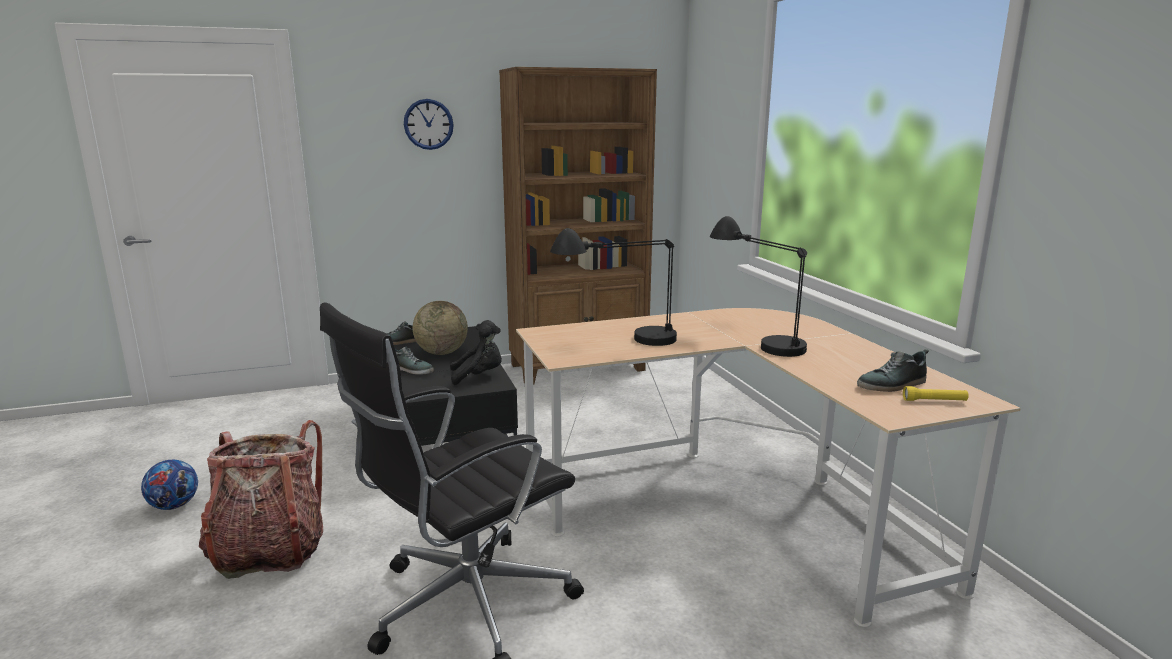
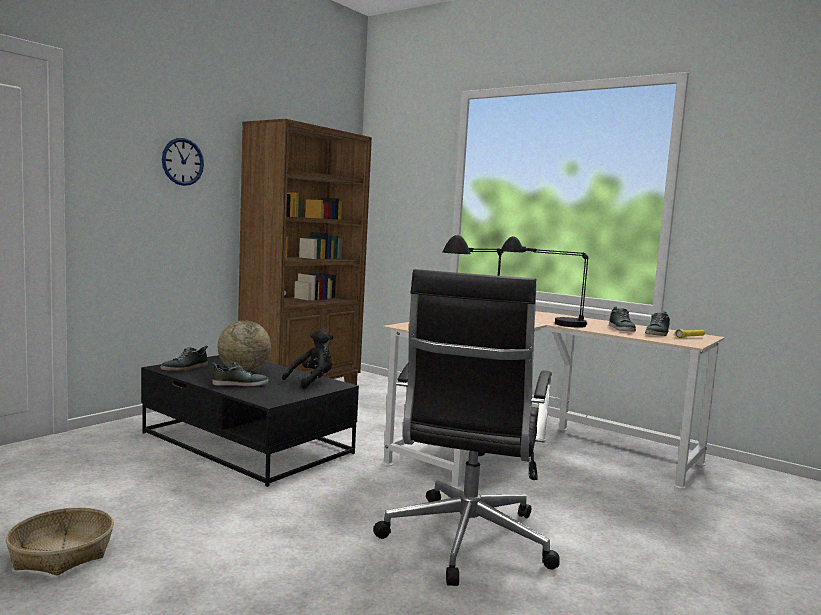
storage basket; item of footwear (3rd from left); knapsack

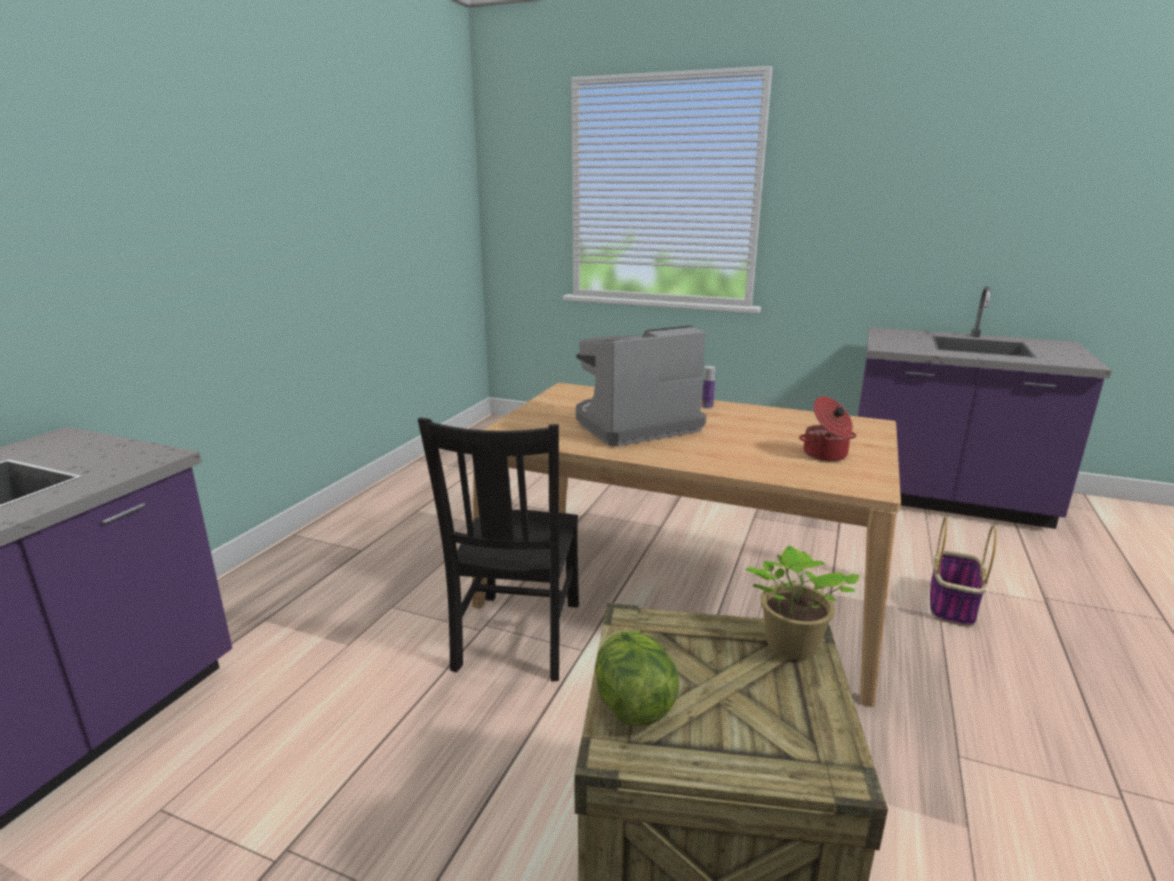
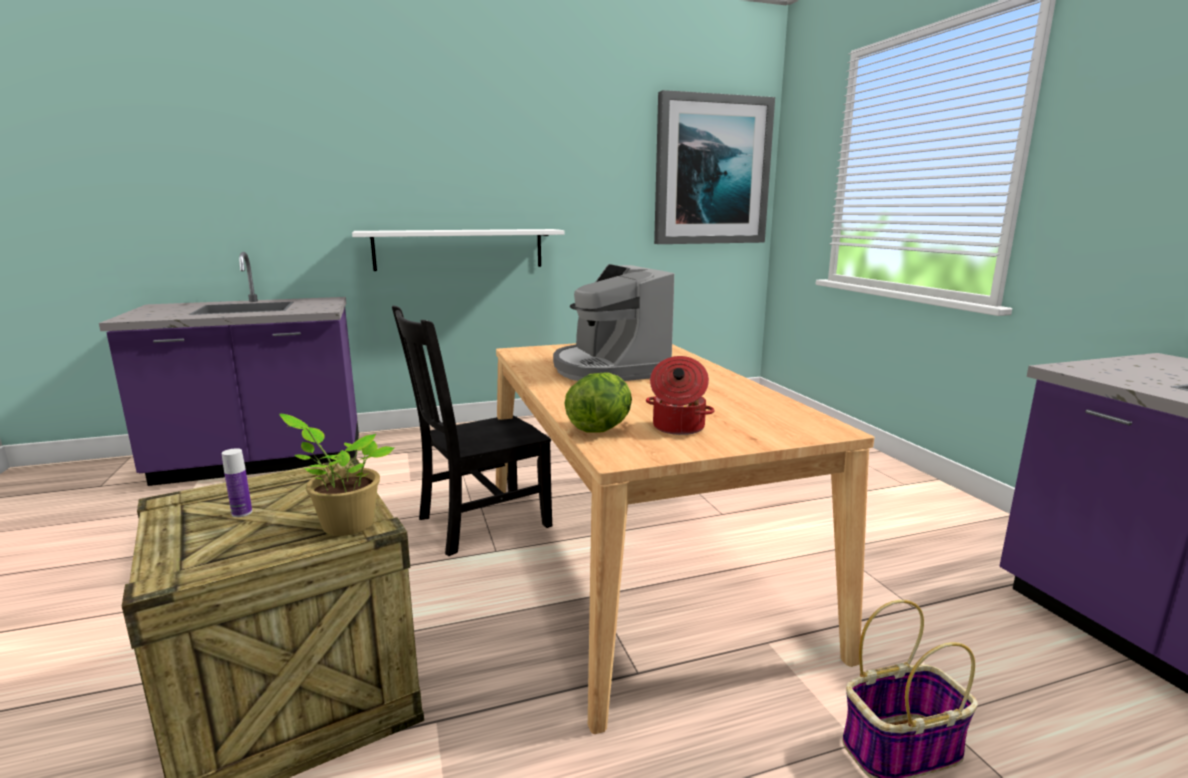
drink bottle; shelf/whitish; coffee brewer; head of lettuce; wall picture

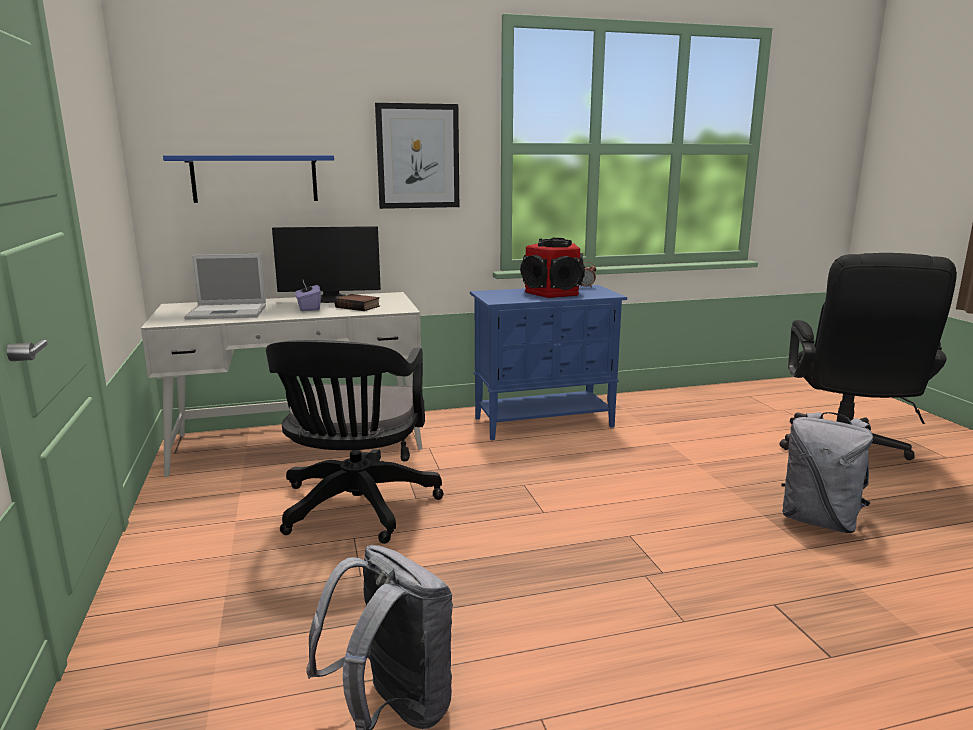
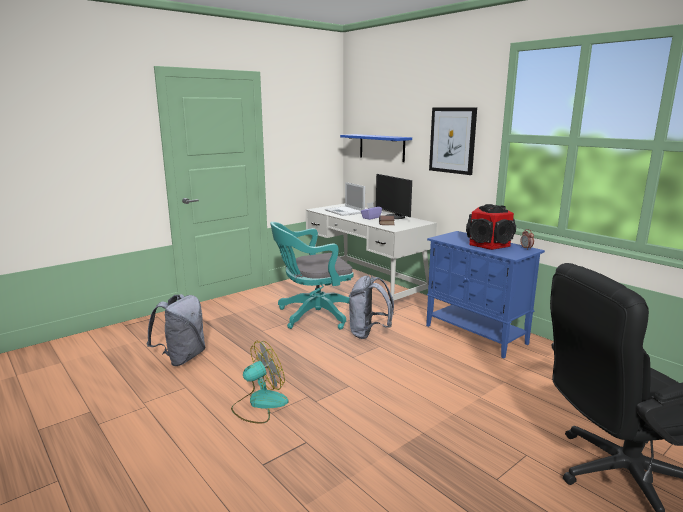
cooling fan; desk chair/turquoise; knapsack/grey (2nd from left)

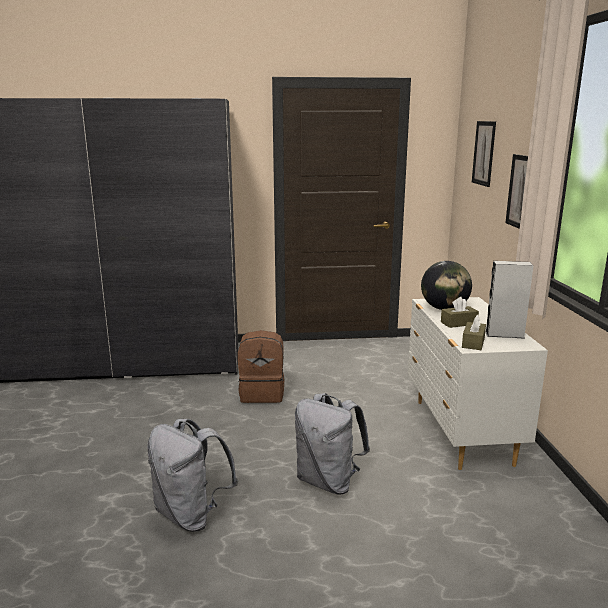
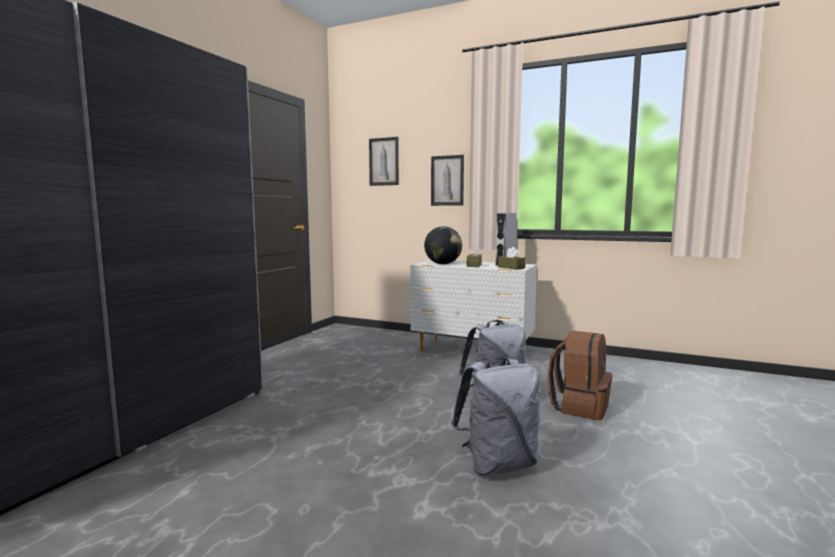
knapsack/brown-coloured

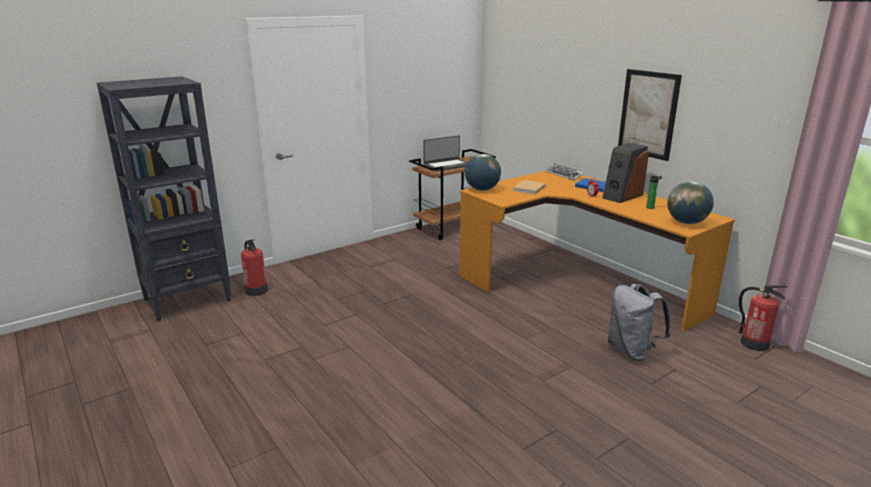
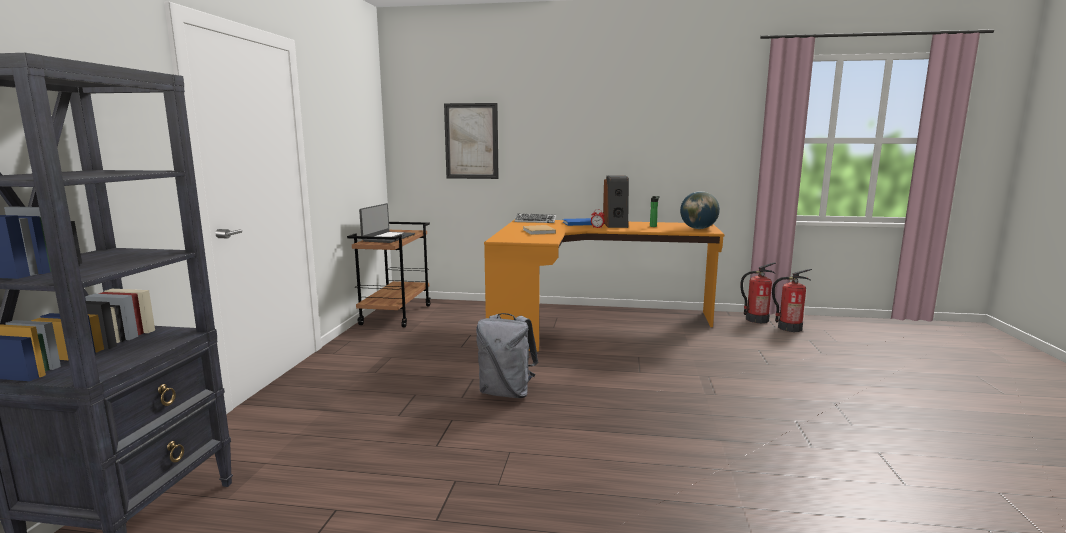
wall picture; knapsack/grey; extinguisher (2nd from left); world globe (1st from left in the first image)

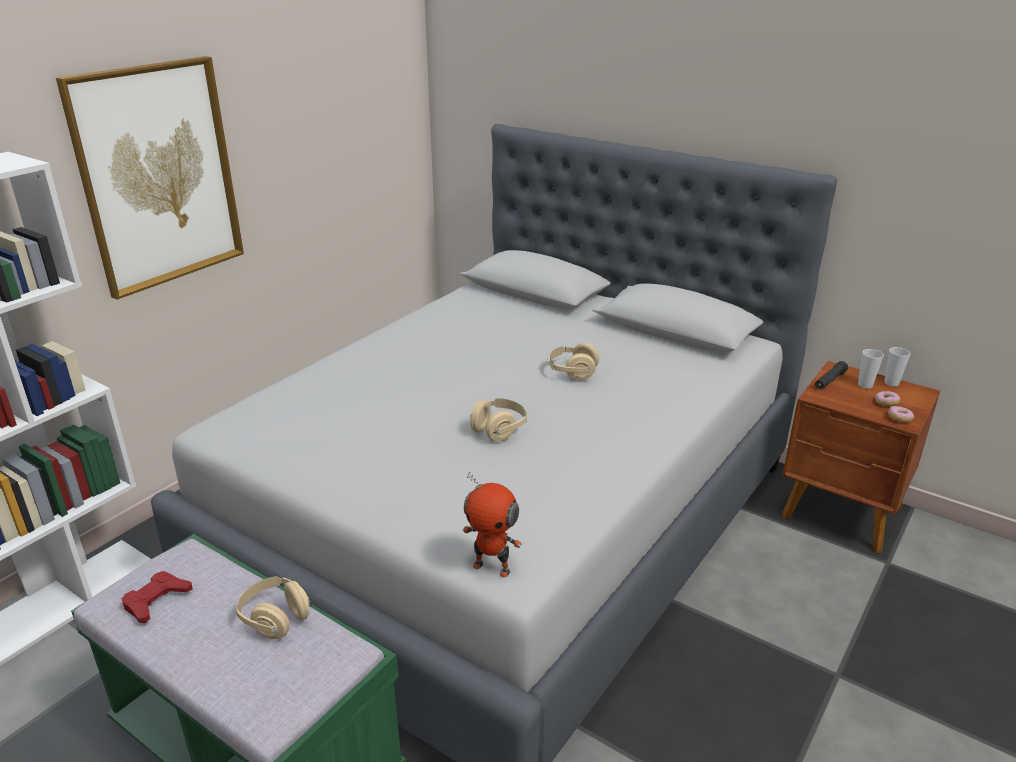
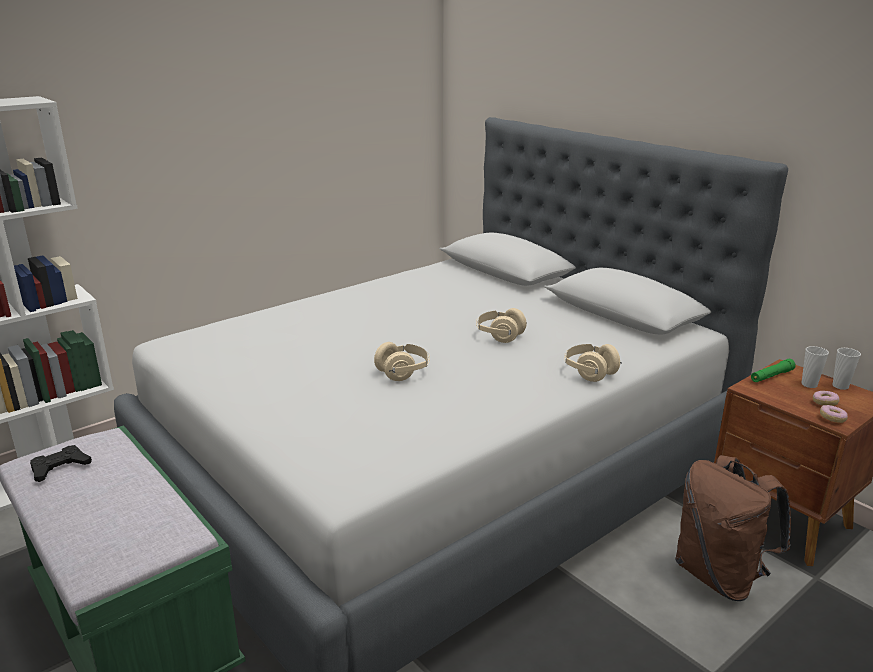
gamepad/black; headphones/sand-coloured (3rd from left); knapsack/brown-coloured; hand torch/greenish; wall picture; model robot

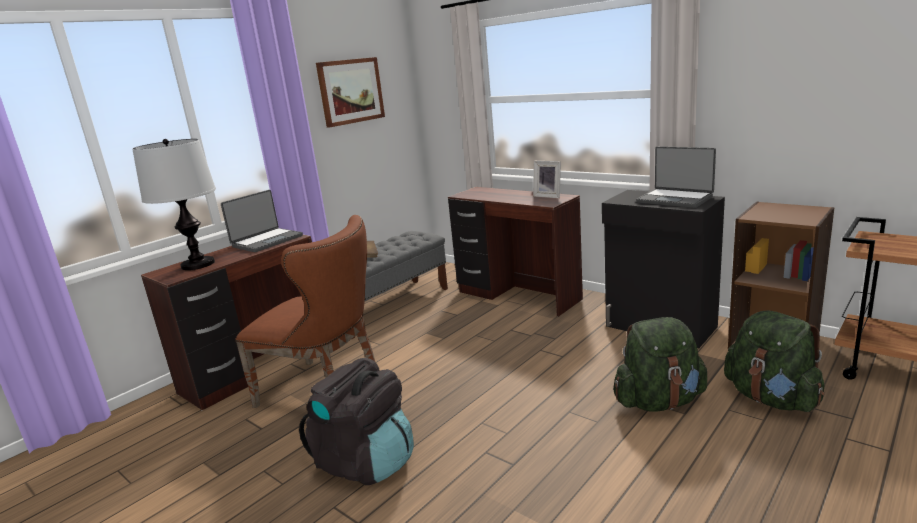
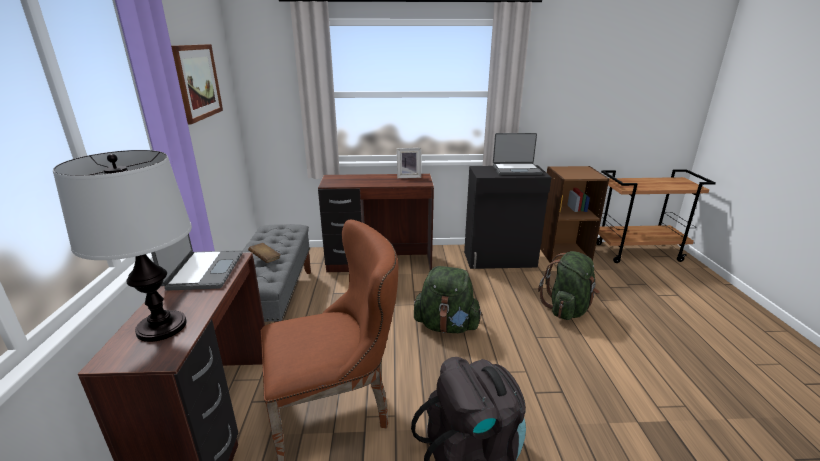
knapsack/greenish (1st from left)

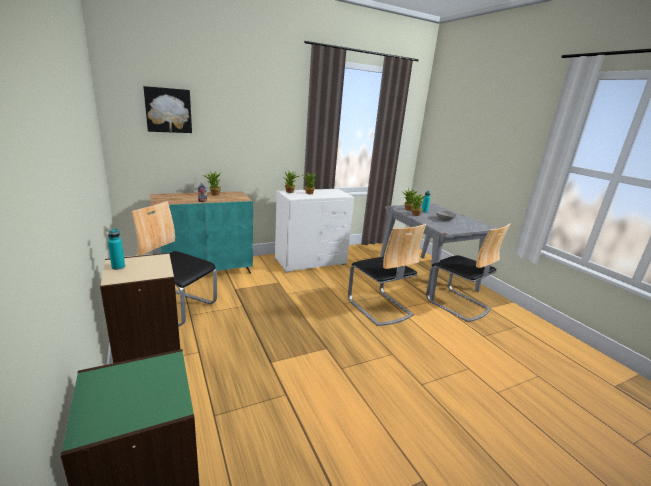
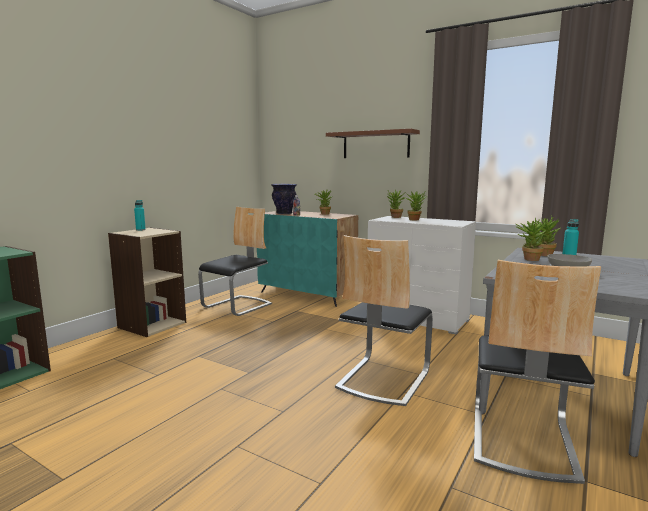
chair (1st from left); decorative vase; shelf/brown-coloured; wall picture

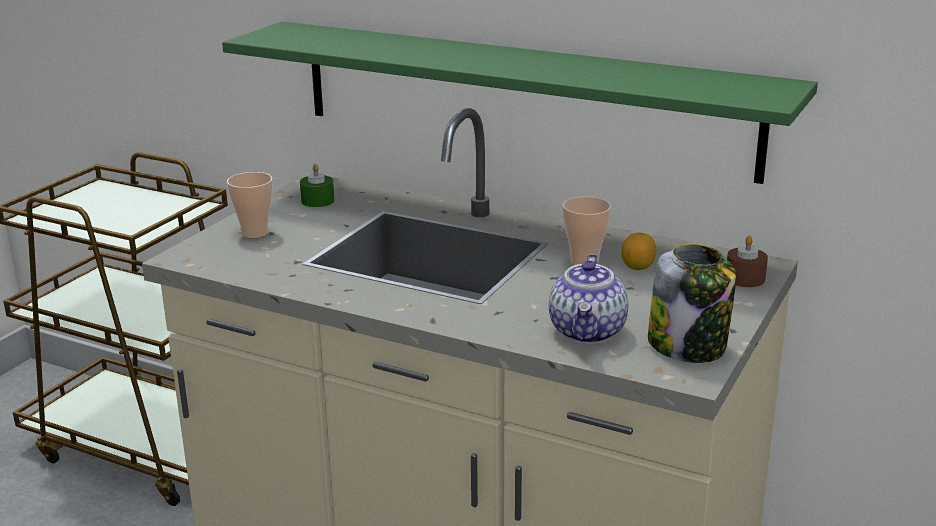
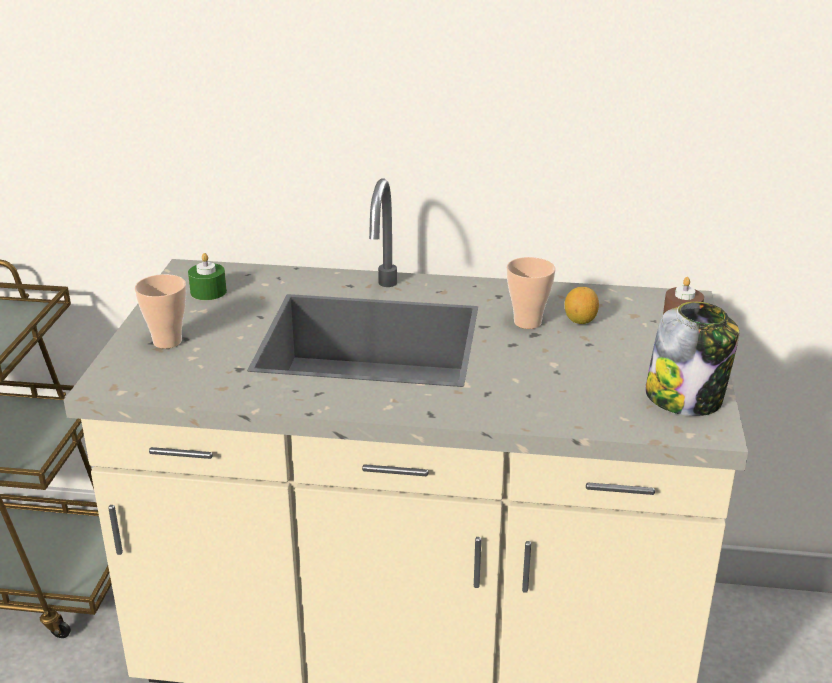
shelf/greenish; teapot

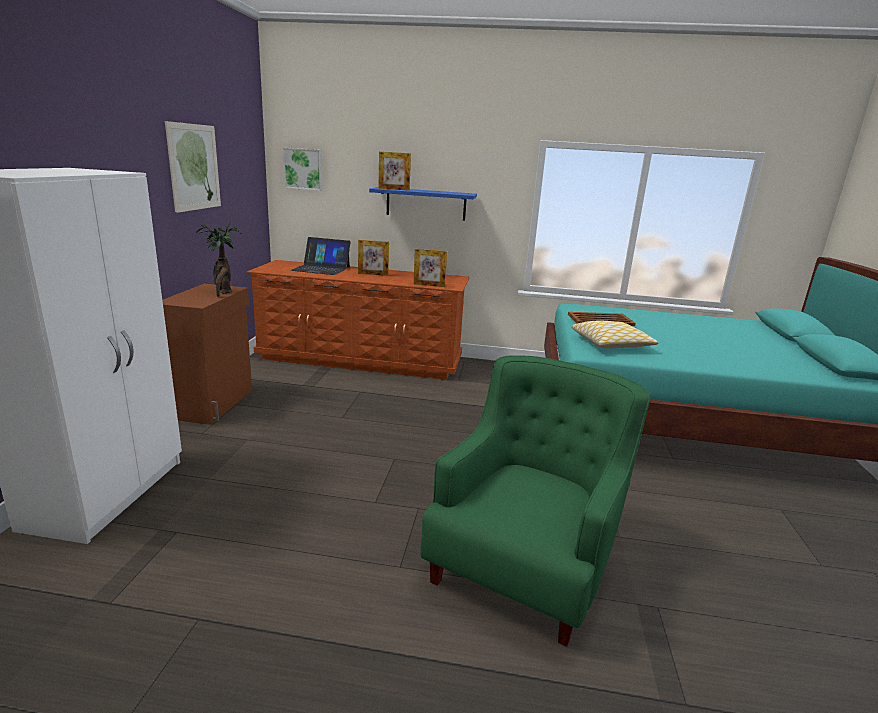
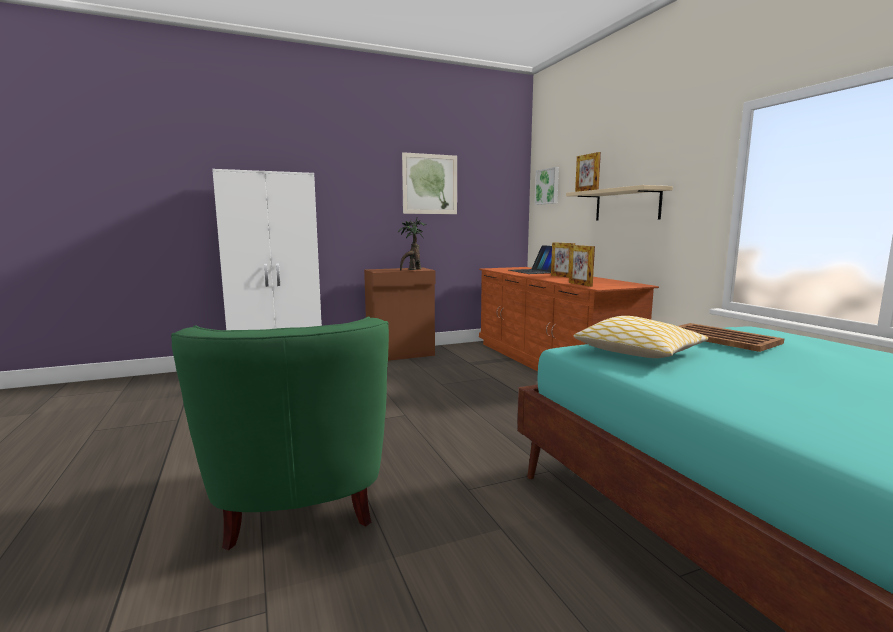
easy chair/greenish; shelf/sand-coloured

